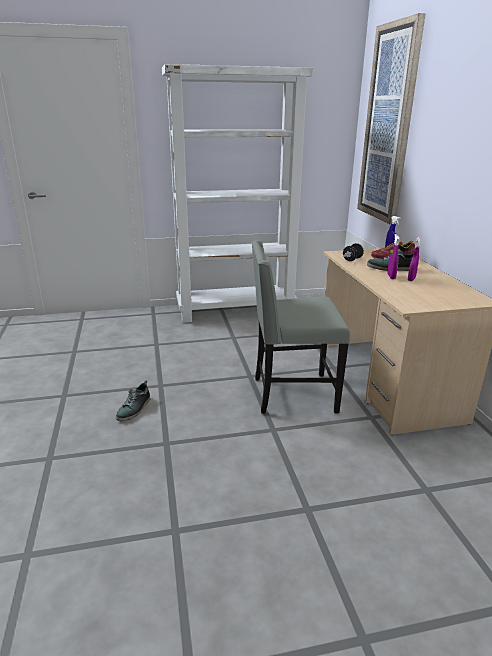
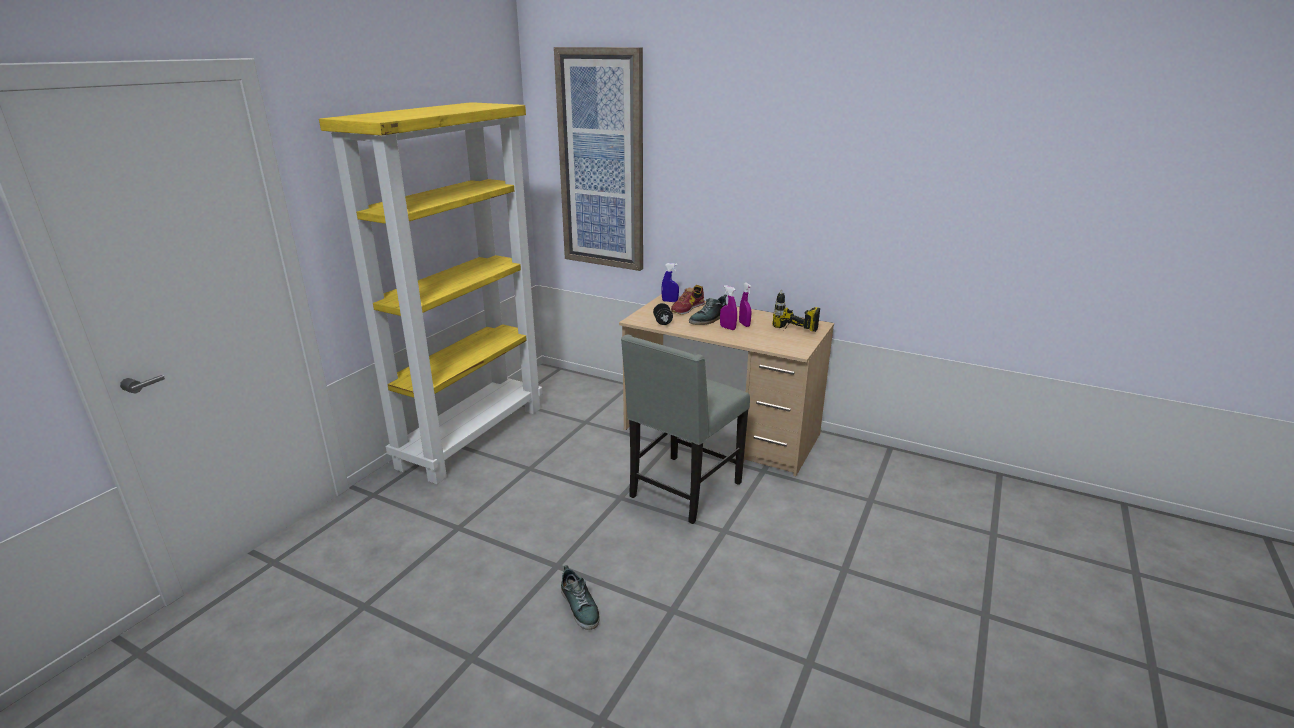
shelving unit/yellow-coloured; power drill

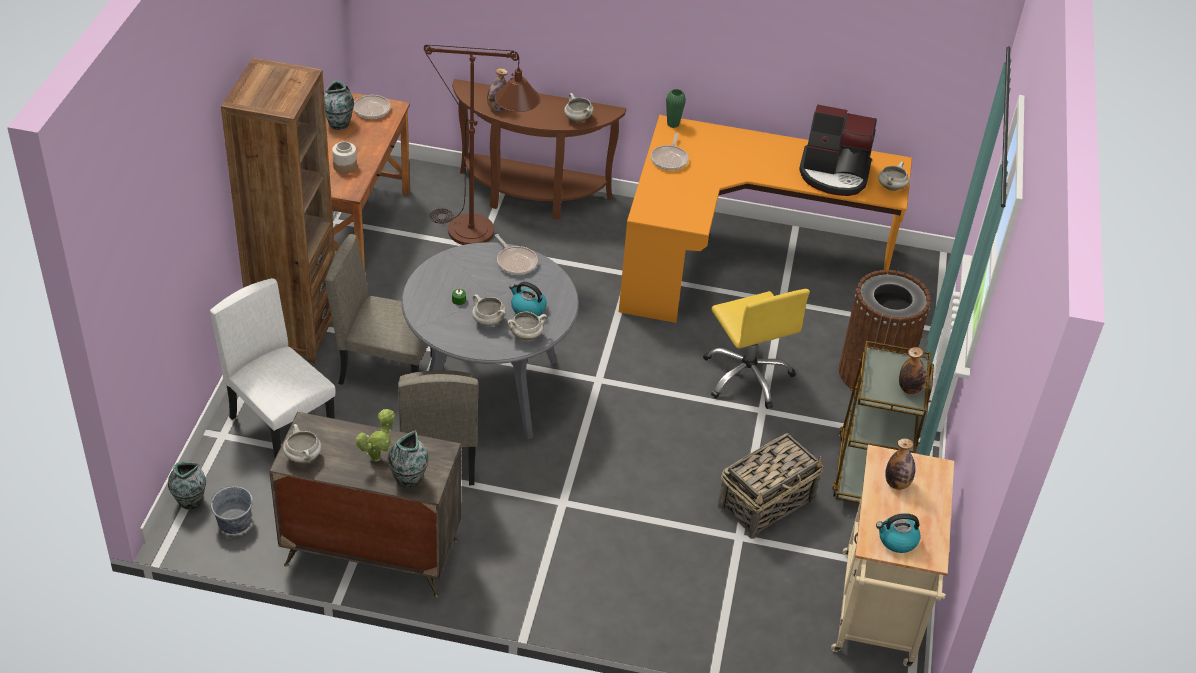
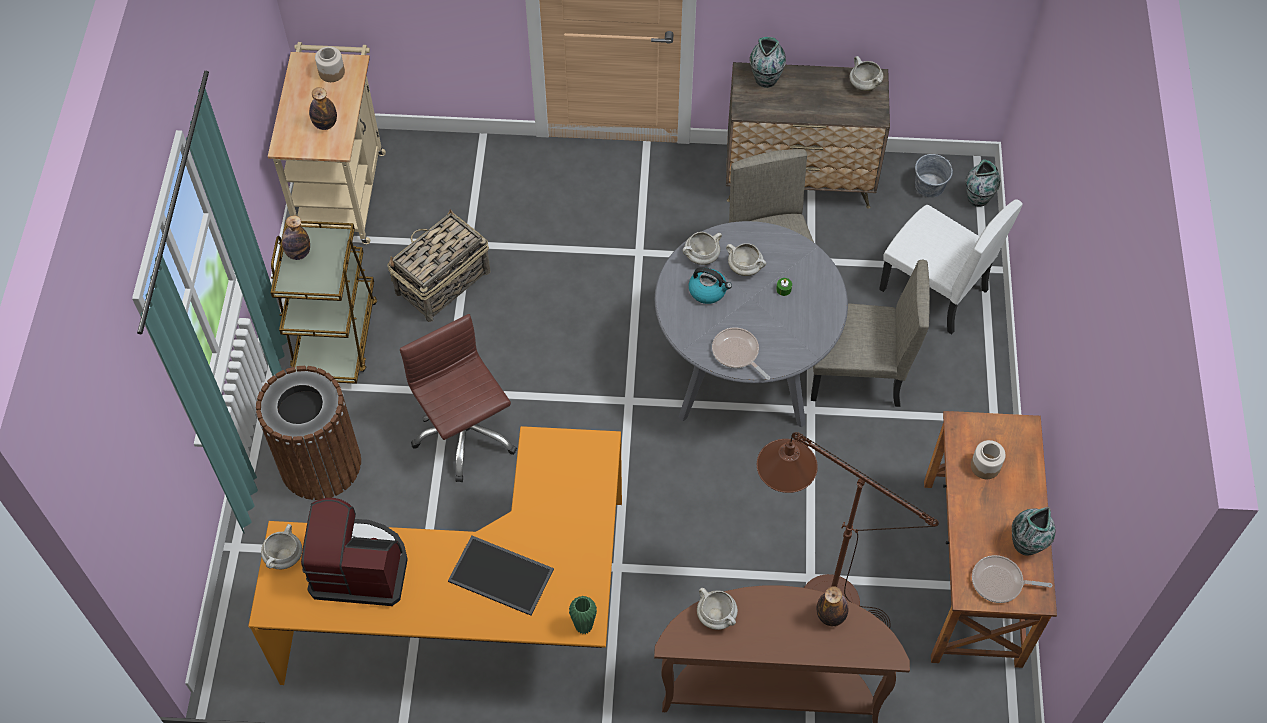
storage jar (1st from left); desk chair/brown-coloured; carrying tray; shelving unit/brown-coloured; potted plant; pan (3rd from left in the first image)

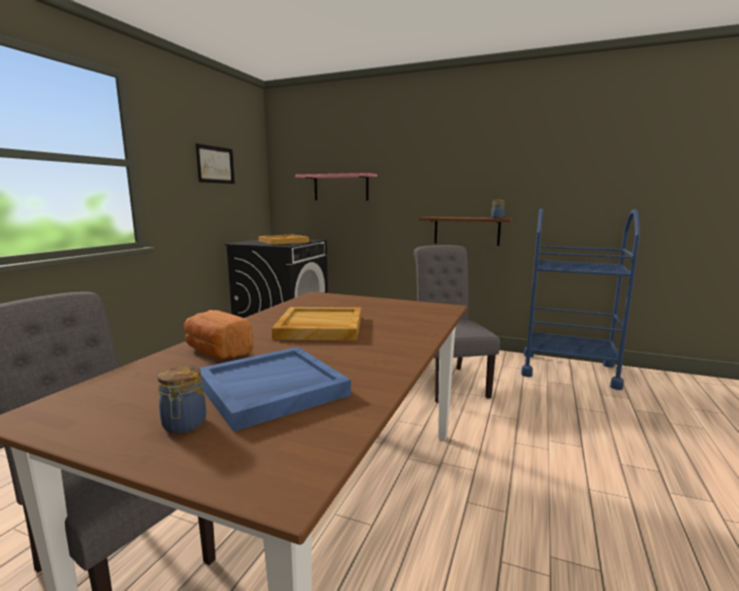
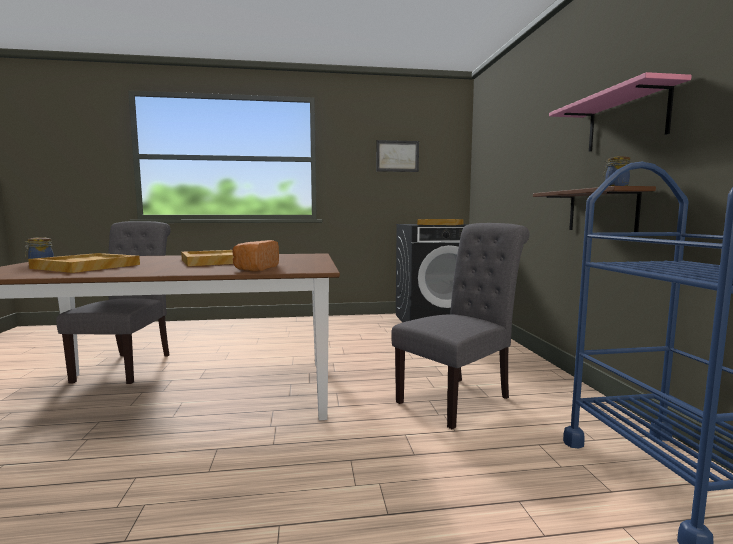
carrying tray/sand-coloured (1st from left); baked bread; shelf/pink-coloured

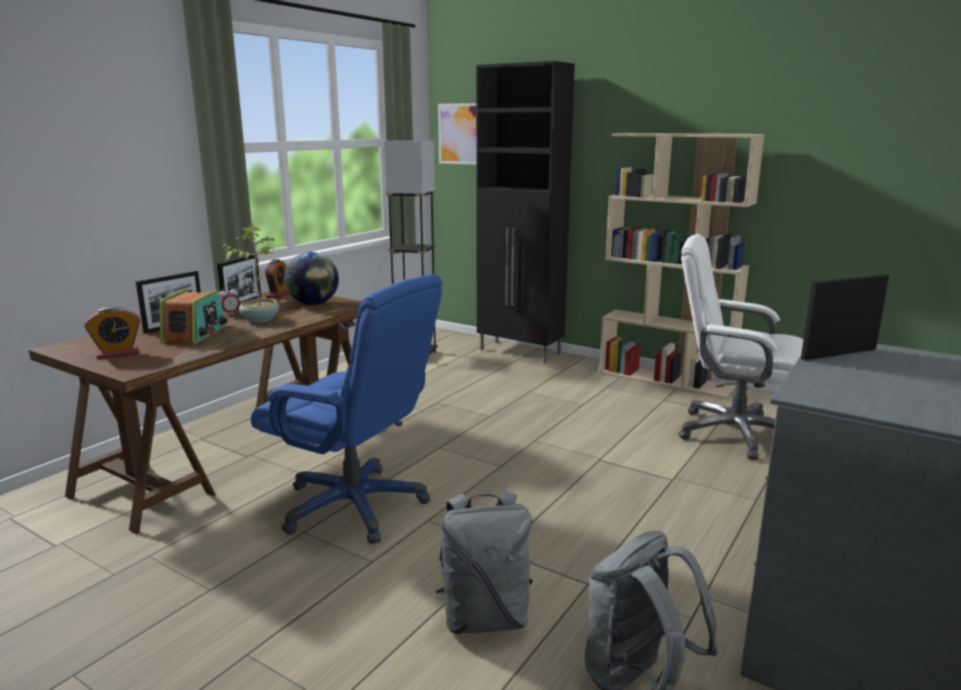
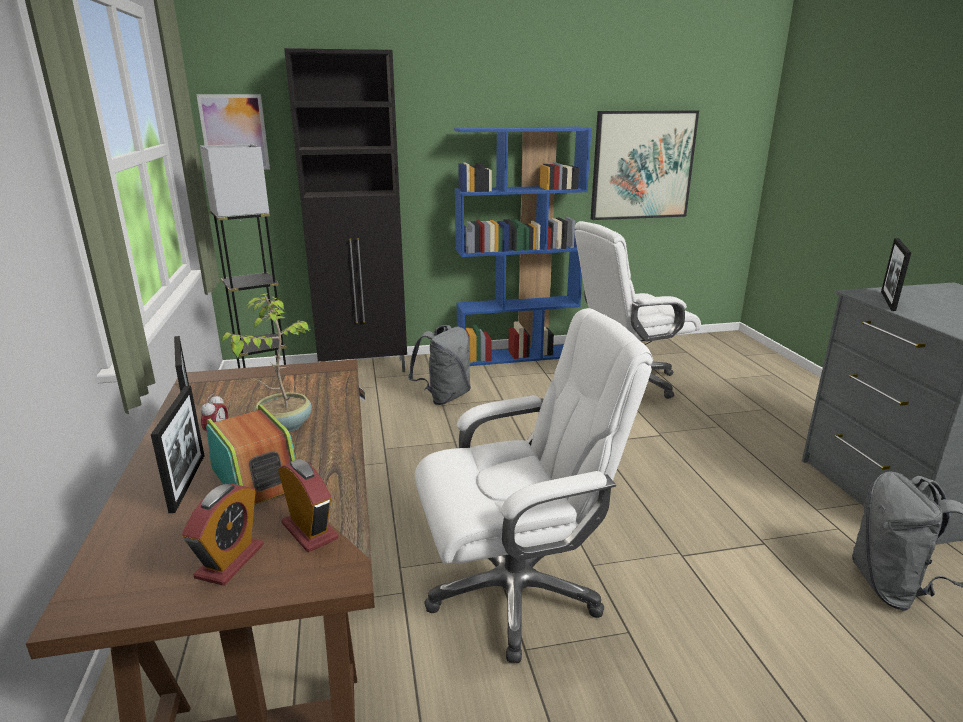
table clock (3rd from left); knapsack/grey (1st from left); desk chair/whitish (1st from left); shelving unit/bluish; wall picture (2nd from left); world globe

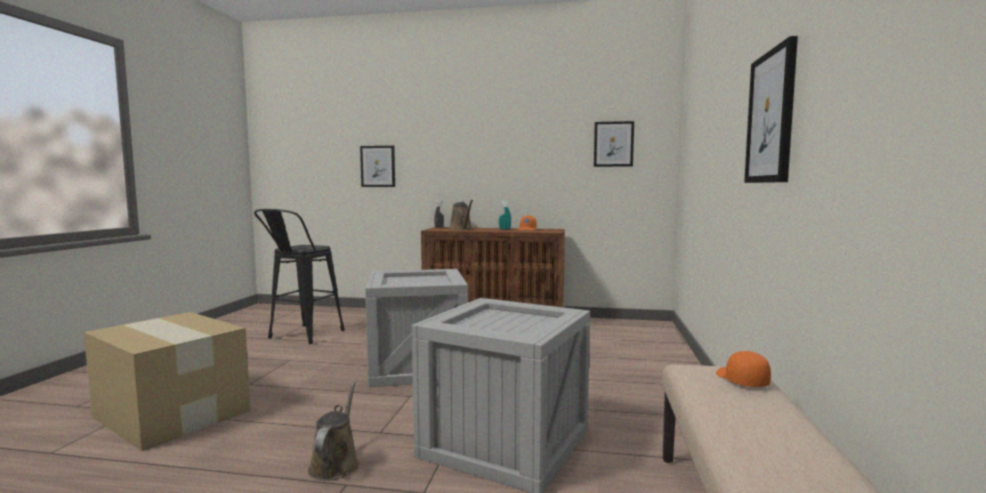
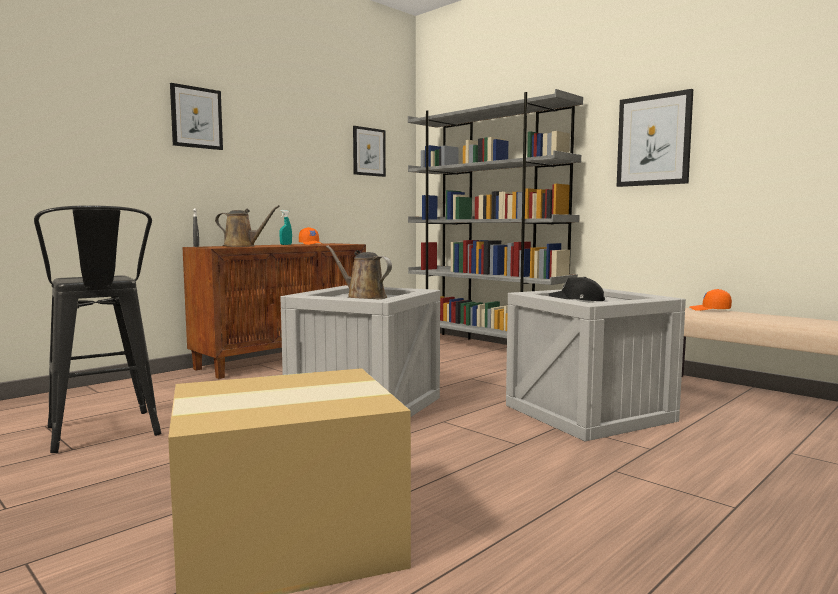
wall picture (1st from left); sprinkling can/brown-coloured (2nd from left); shelving unit/grey; baseball cap/black

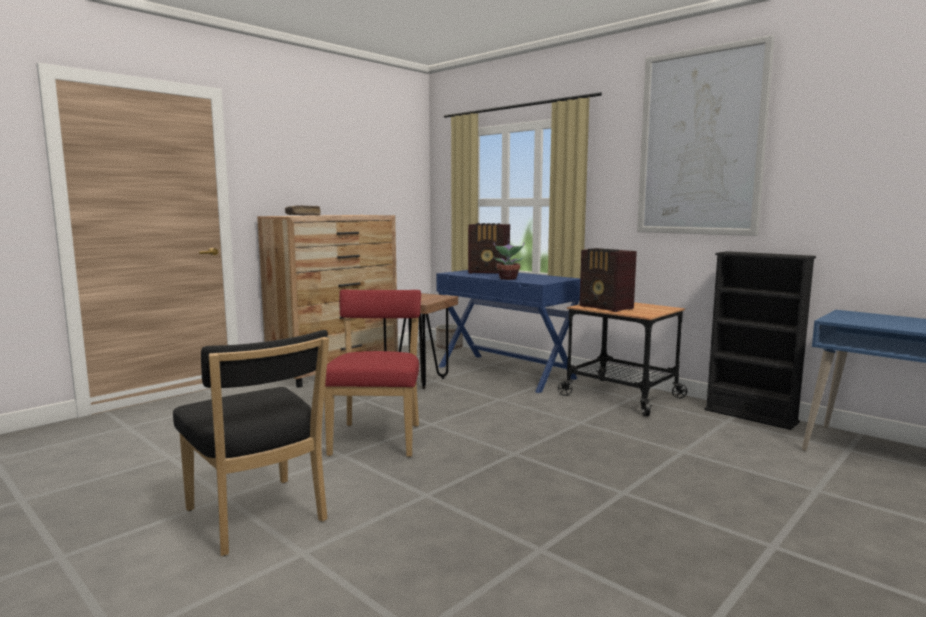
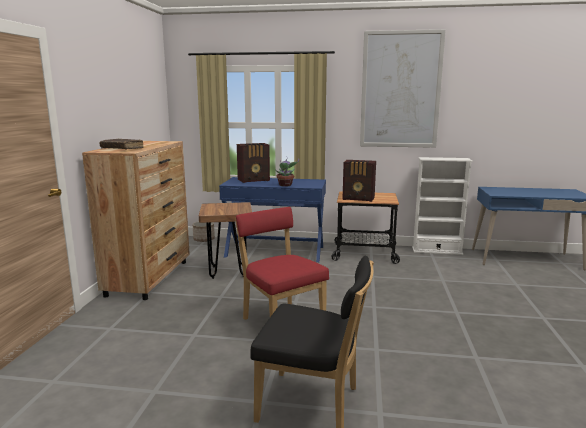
shelving unit/whitish

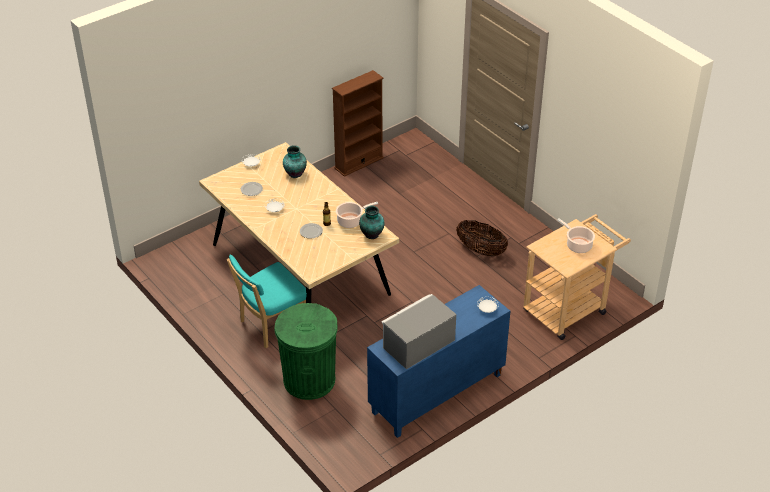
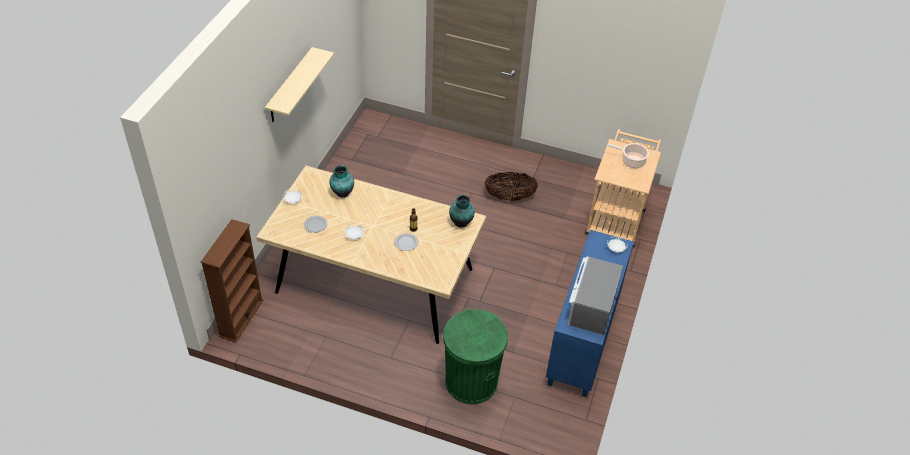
shelving unit/brown-coloured; shelf/sand-coloured; chair/turquoise; saucepot (1st from left in the first image)

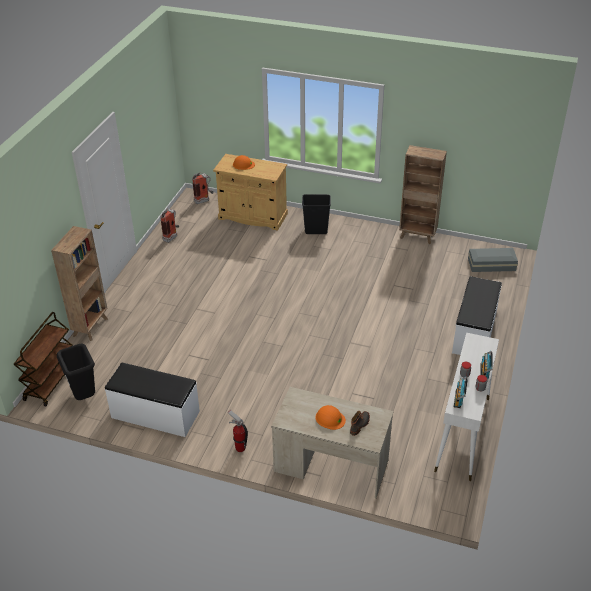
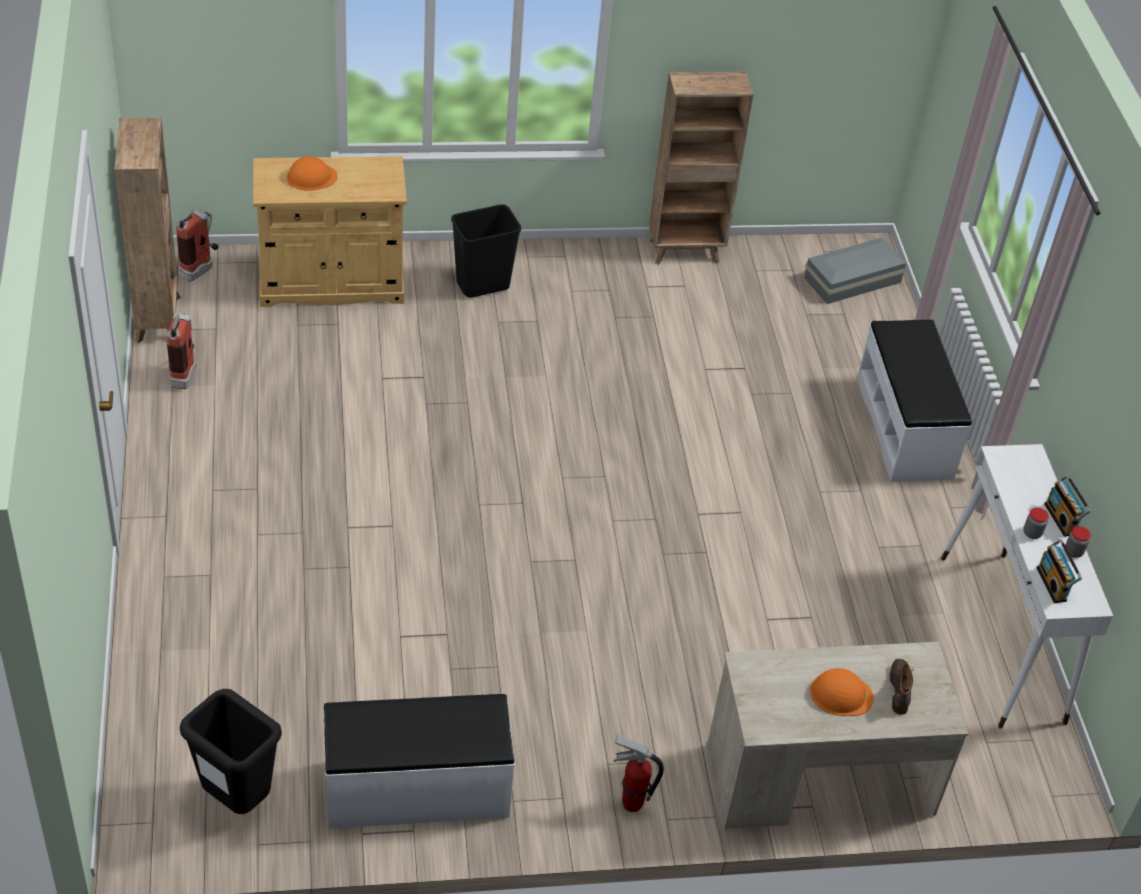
shelving unit/brown-coloured (1st from left); wheeled cart/brown-coloured

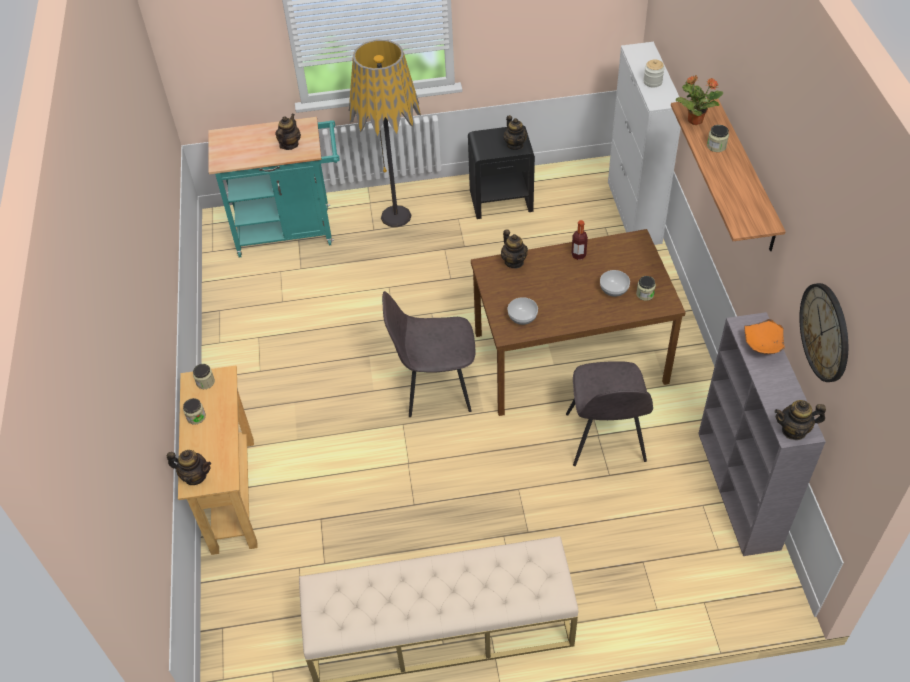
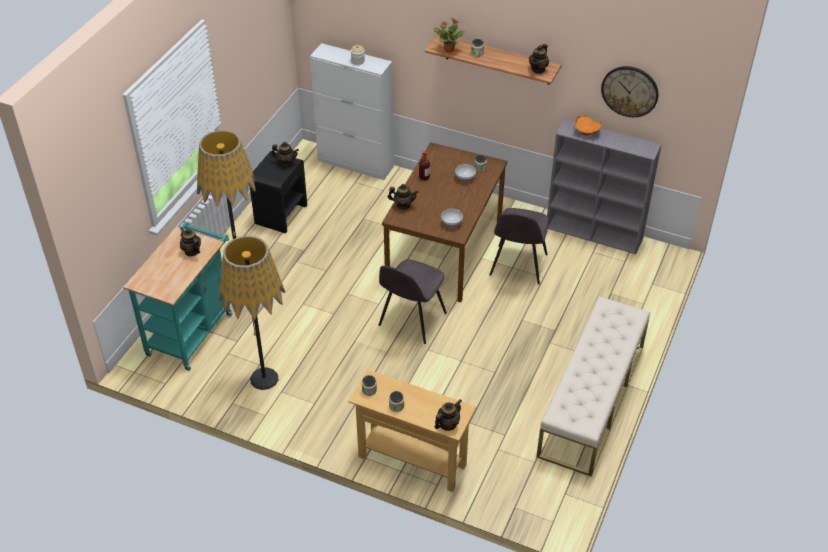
standing lamp (2nd from left); chair/grey (2nd from left); teapot (5th from left)

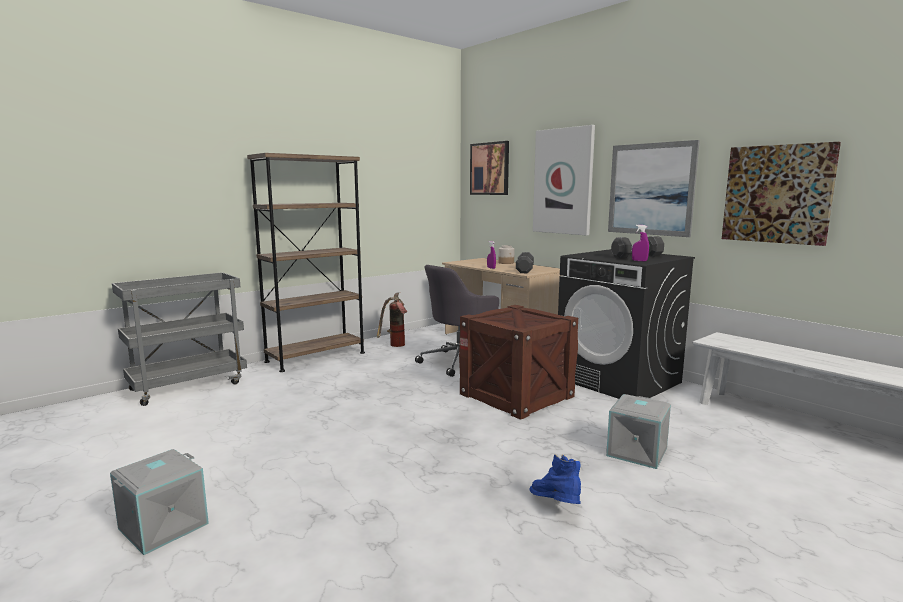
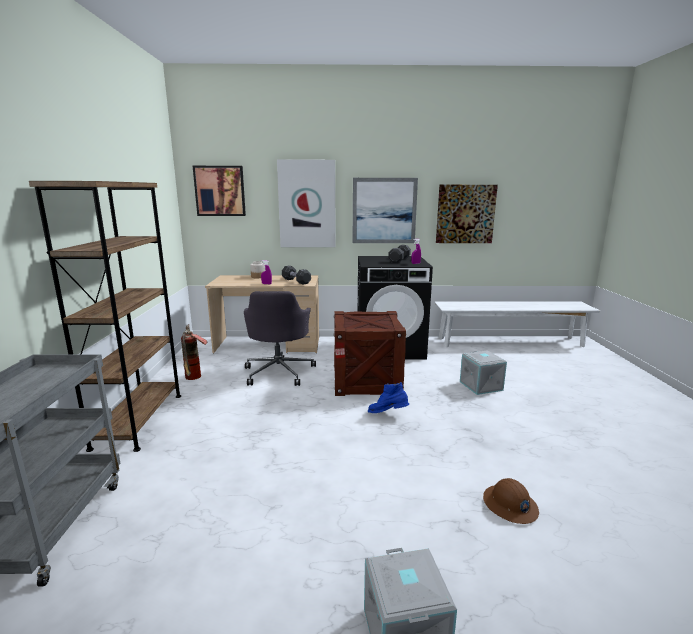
tall boot/bluish; safety helmet/brown-coloured

